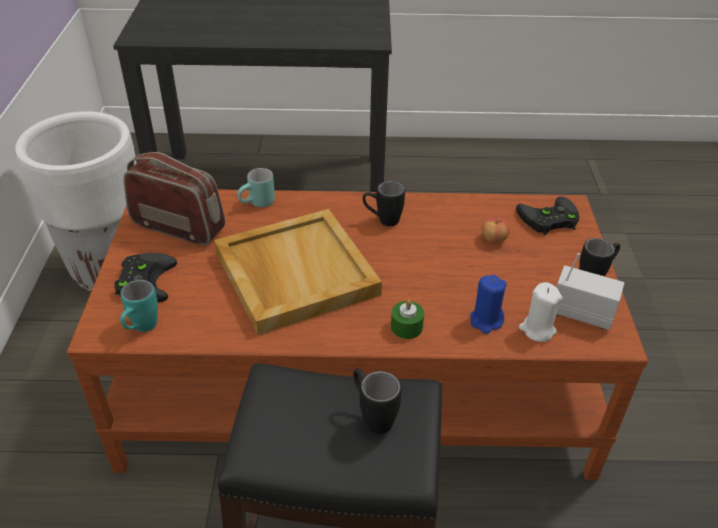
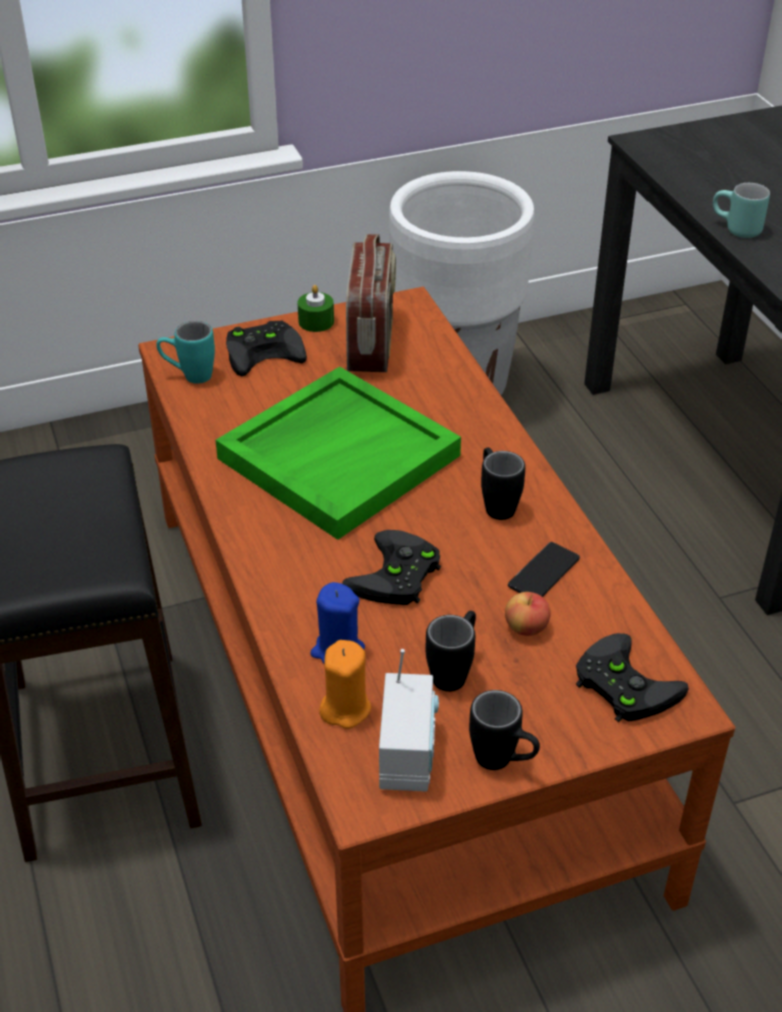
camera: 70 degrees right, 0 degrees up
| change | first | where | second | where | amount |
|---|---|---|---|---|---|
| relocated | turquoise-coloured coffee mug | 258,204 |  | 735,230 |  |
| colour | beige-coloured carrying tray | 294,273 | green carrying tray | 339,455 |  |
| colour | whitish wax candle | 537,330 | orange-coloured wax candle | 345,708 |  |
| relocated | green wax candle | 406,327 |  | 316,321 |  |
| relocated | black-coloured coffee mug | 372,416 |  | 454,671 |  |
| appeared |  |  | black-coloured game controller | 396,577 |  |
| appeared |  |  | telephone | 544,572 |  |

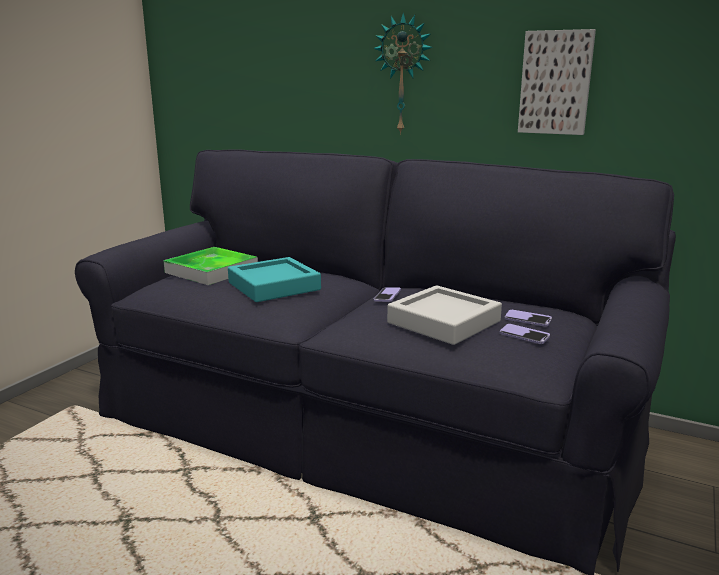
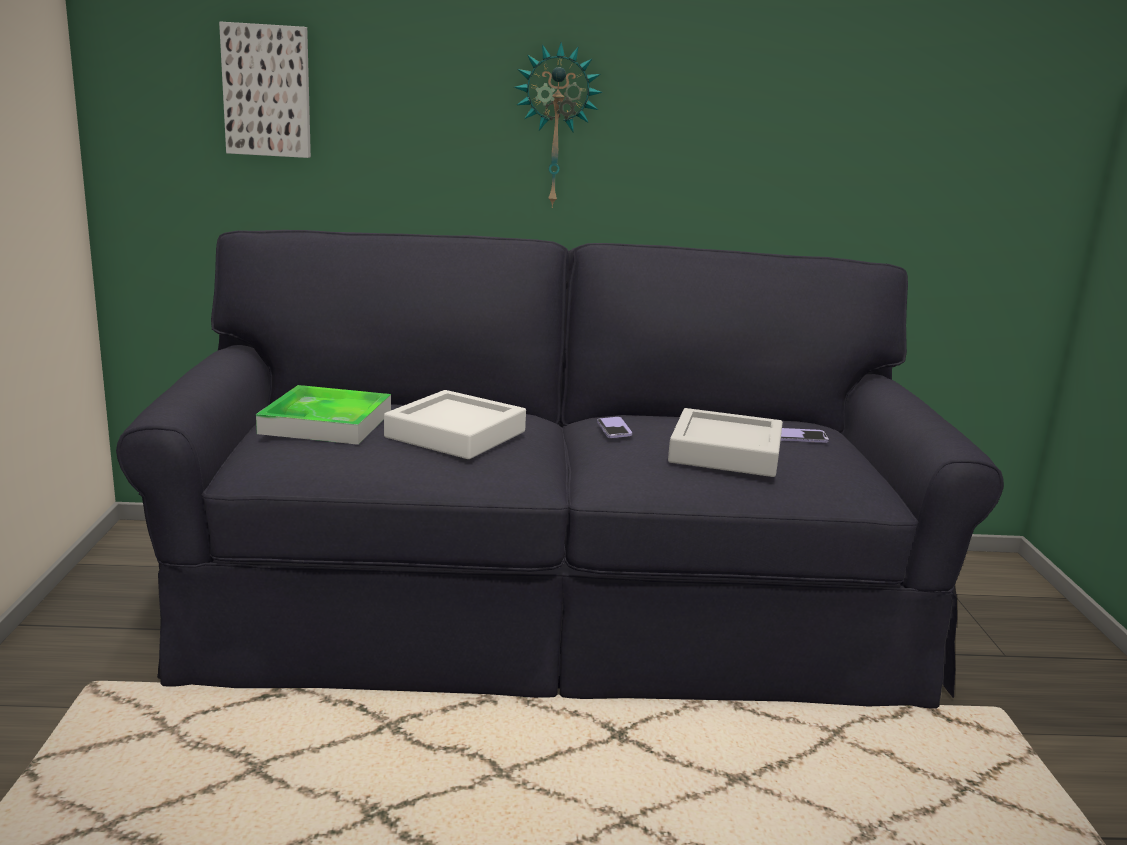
camera: 30 degrees left, 0 degrees up
| change | first | where | second | where | amount |
|---|---|---|---|---|---|
| relocated | picture | 556,83 |  | 267,91 |  |
| colour | turquoise-coloured carrying tray | 274,286 | whitish carrying tray | 455,434 |  |
| missing | telephone | 524,335 |  |  |  |

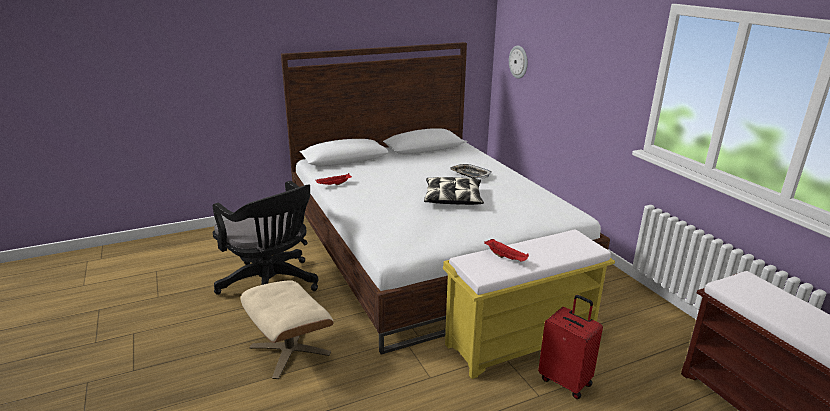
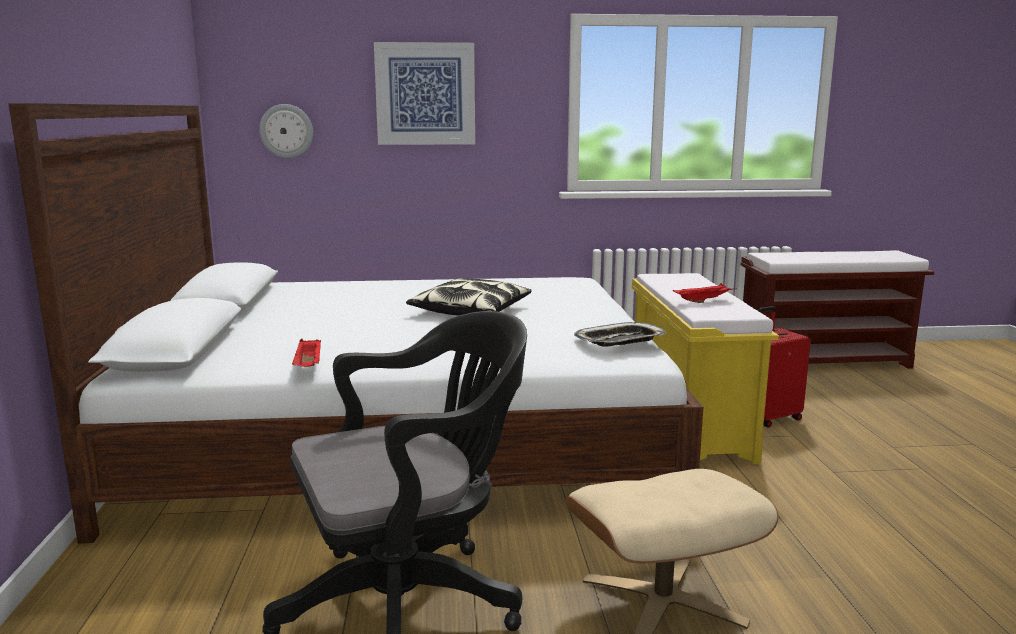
camera: 70 degrees left, 10 degrees down
| change | first | where | second | where | amount |
|---|---|---|---|---|---|
| relocated | carrying tray | 470,174 |  | 620,341 |  |
| appeared |  |  | picture | 425,94 |  |

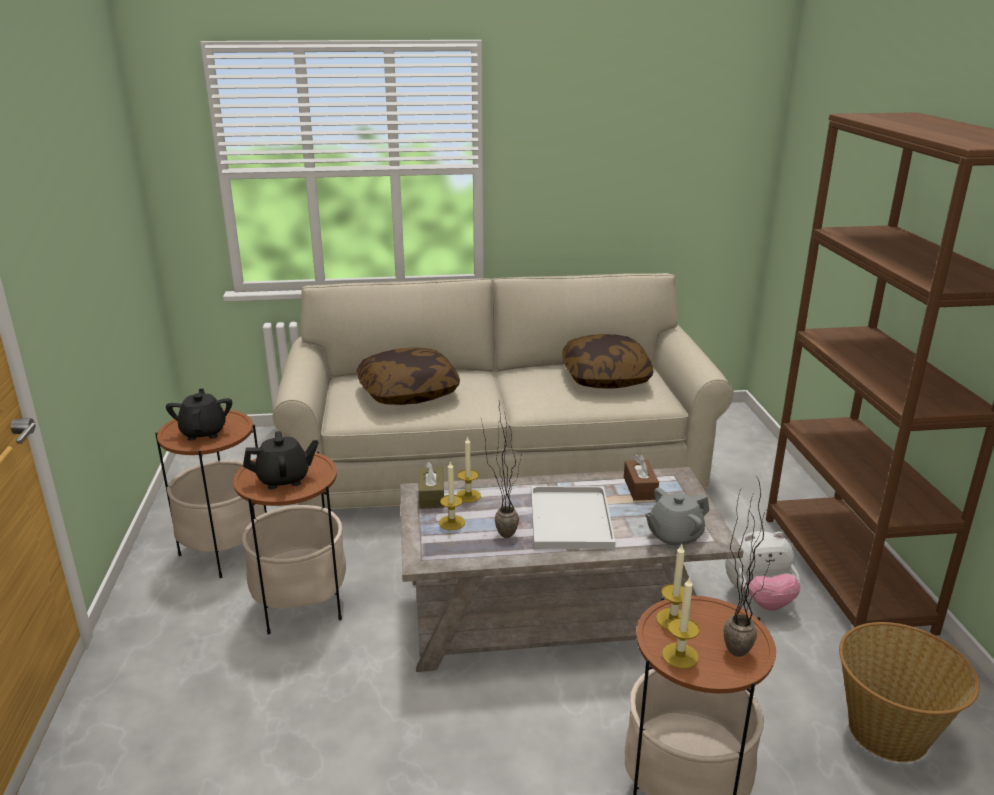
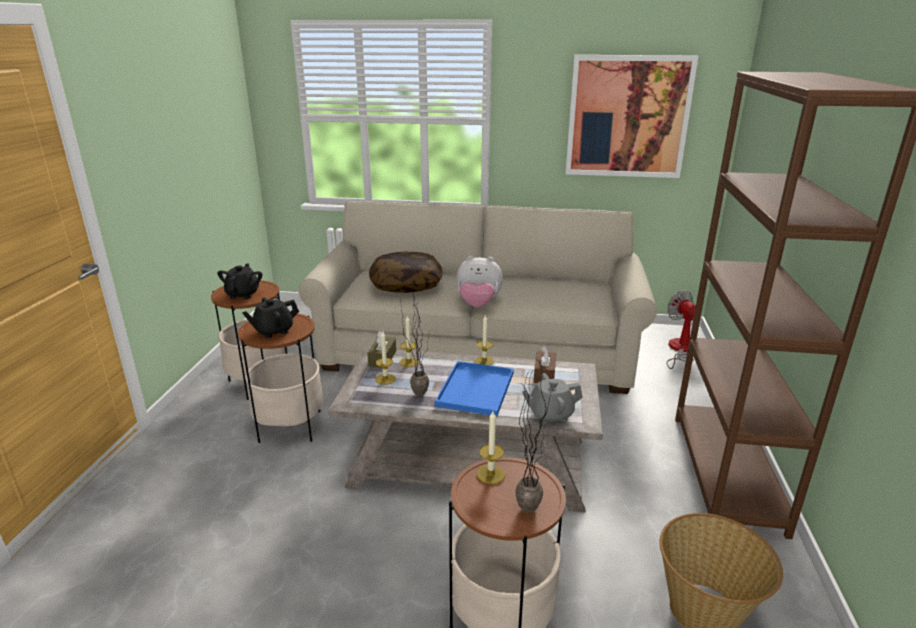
camera: 15 degrees right, 0 degrees up
| change | first | where | second | where | amount |
|---|---|---|---|---|---|
| missing | throw pillow | 605,378 |  |  |  |
| spun | black-coloured pot for tea | 284,479 |  | 273,331 | 150 degrees clockwise |
| colour | whitish carrying tray | 572,520 | blue-coloured carrying tray | 476,390 |  |
| relocated | plush toy | 759,599 |  | 478,304 |  |
| relocated | wax candle | 680,655 |  | 484,361 |  |
| appeared |  |  | picture | 627,117 |  |
| appeared |  |  | cooling fan | 680,350 |  |

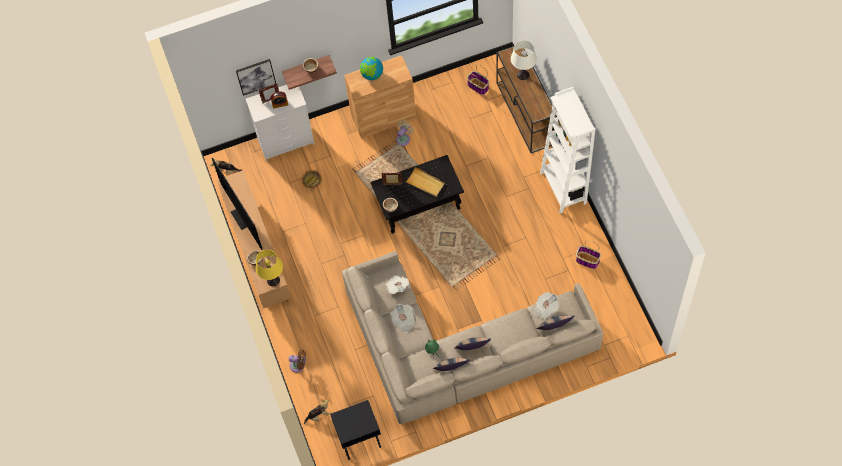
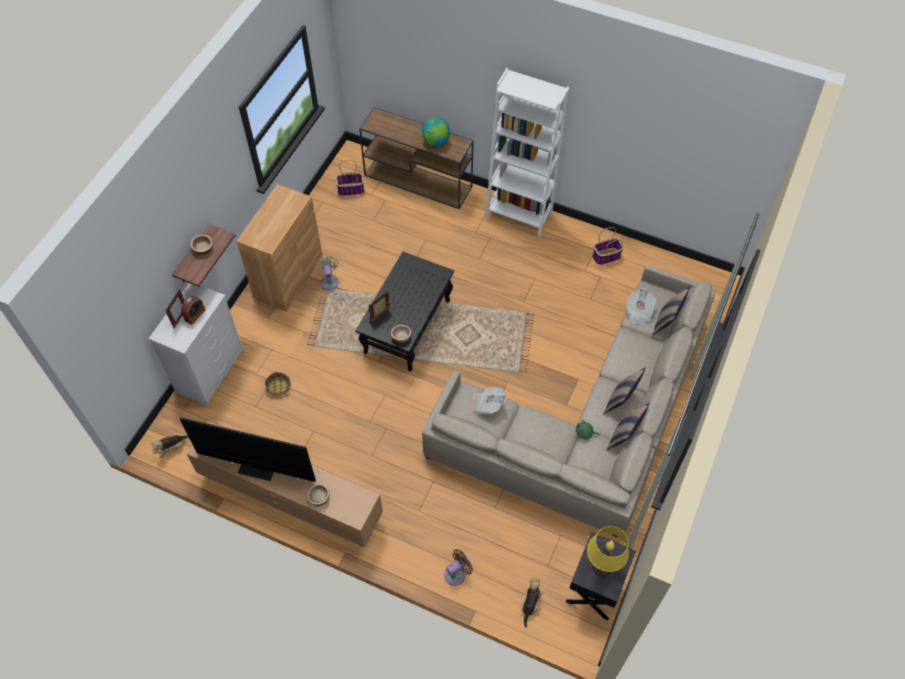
camera: 50 degrees left, 5 degrees down
| change | first | where | second | where | amount |
|---|---|---|---|---|---|
| missing | whitish tabletop lamp | 523,74 |  |  |  |
| relocated | globe | 372,74 |  | 436,141 |  |
| missing | picture | 256,76 |  |  |  |
| missing | beige-coloured carrying tray | 425,183 |  |  |  |
| relocated | yellow-coloured tabletop lamp | 273,280 |  | 601,567 |  |
| missing | printed paper | 404,321 |  |  |  |

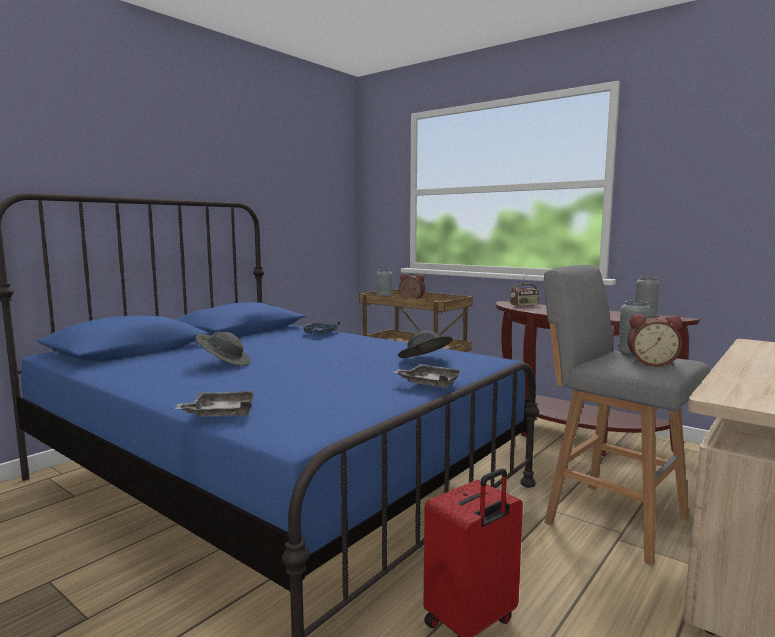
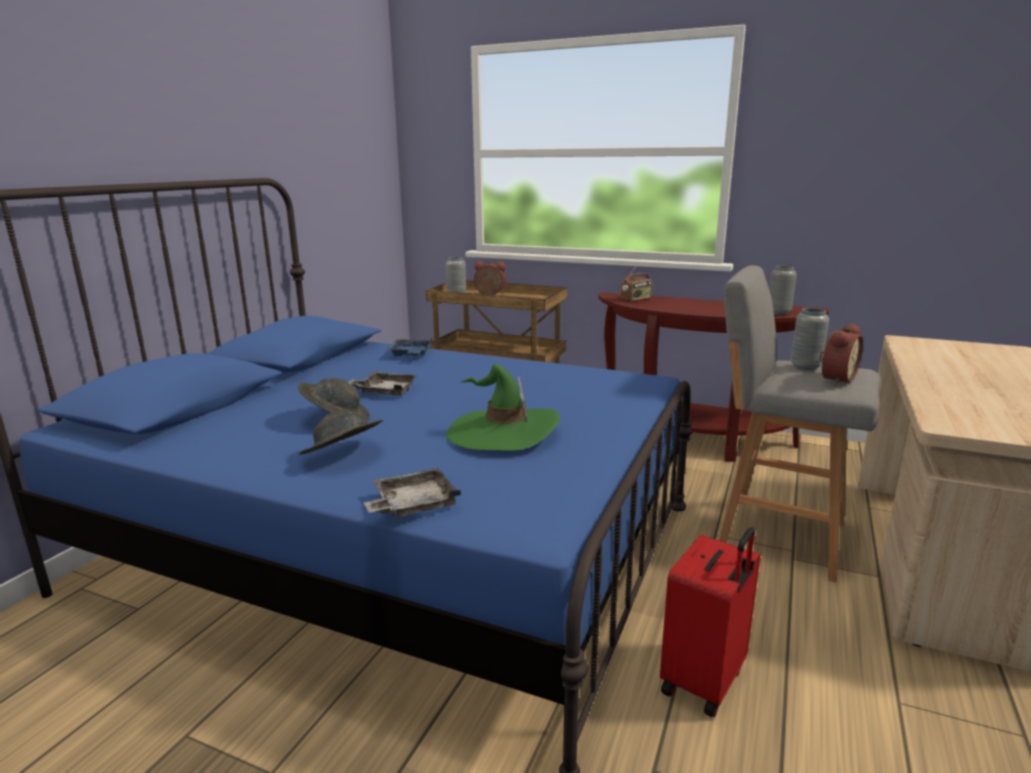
camera: 15 degrees left, 10 degrees up
| change | first | where | second | where | amount |
|---|---|---|---|---|---|
| spun | bedside clock | 651,363 |  | 835,379 | 45 degrees counterclockwise |
| relocated | gray hat | 424,361 |  | 343,457 |  |
| relocated | gray carrying tray | 429,383 |  | 385,391 |  |
| appeared |  |  | green hat | 502,433 |  |

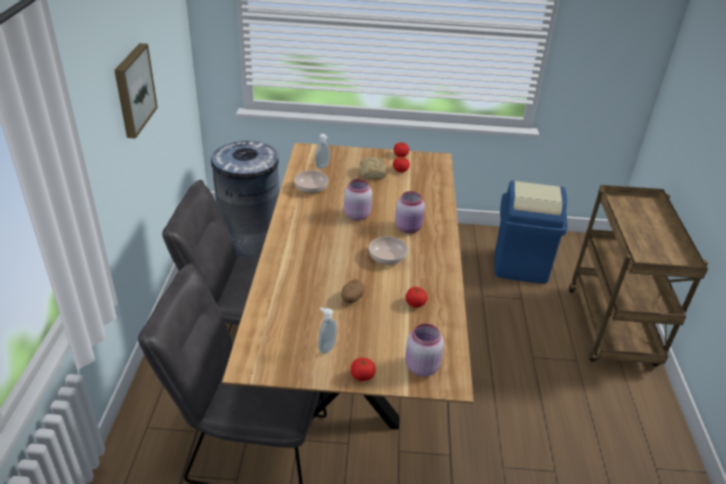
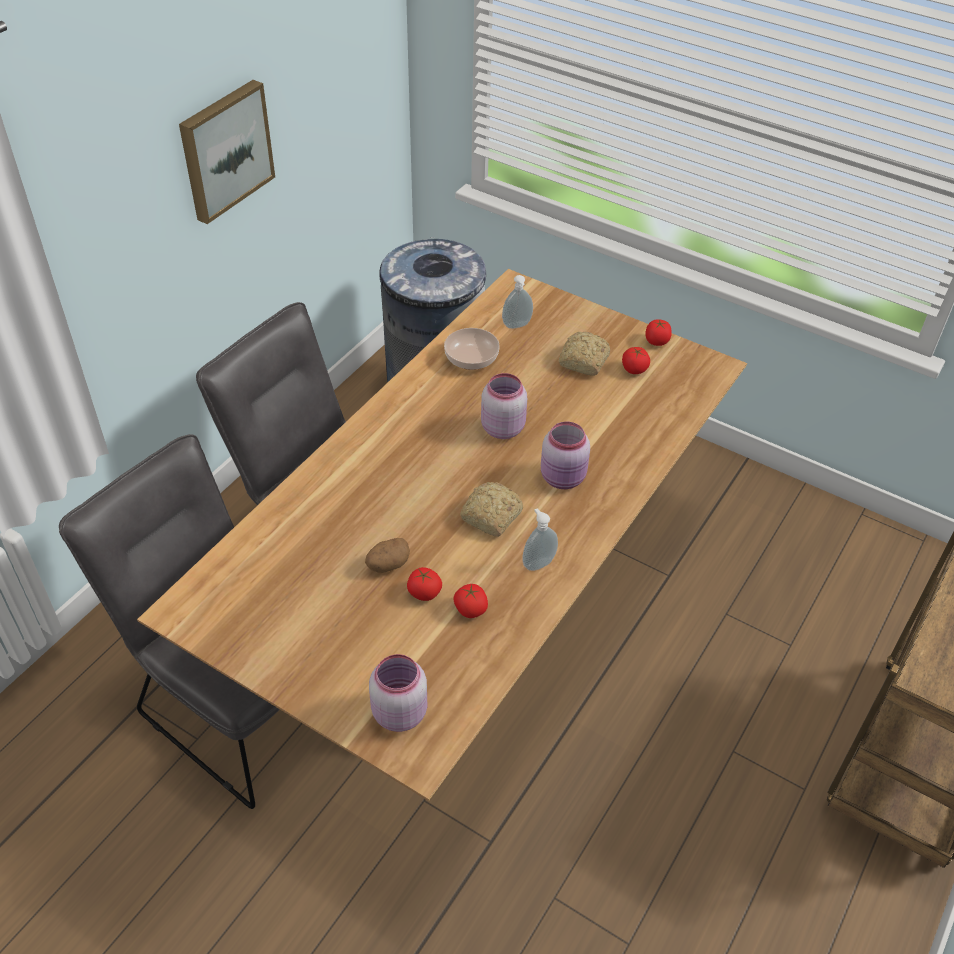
camera: 30 degrees right, 10 degrees up
| change | first | where | second | where | amount |
|---|---|---|---|---|---|
| missing | blue-coloured waste bin | 520,266 |  |  |  |
| exchanged | deep dish | 387,257 | baked bread | 490,517 |  |
| relocated | liquid soap bottle | 326,347 |  | 537,563 |  |
| relocated | fresh tomato | 362,376 |  | 424,593 |  |

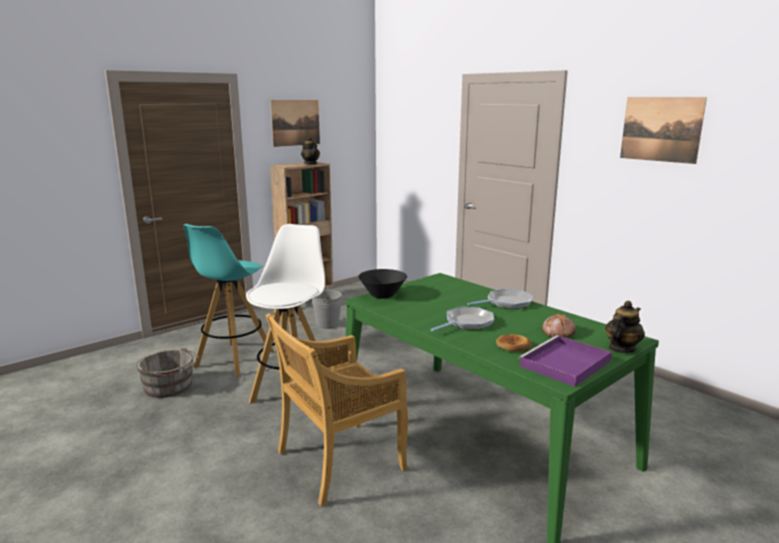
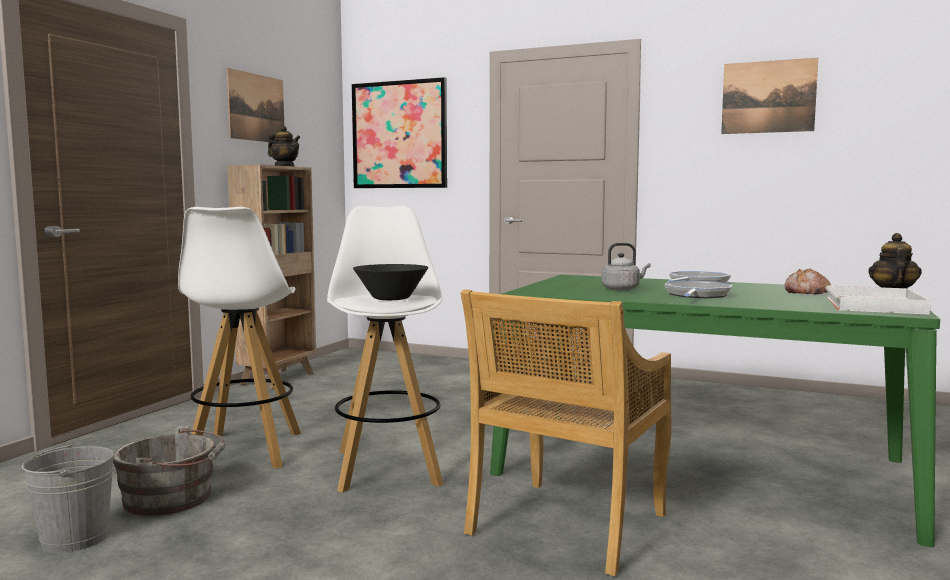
camera: 25 degrees left, 10 degrees down
| change | first | where | second | where | amount |
|---|---|---|---|---|---|
| colour | turquoise-coloured stool | 233,359 | whitish stool | 244,451 |  |
| relocated | black-coloured deep dish | 382,295 |  | 391,298 |  |
| relocated | gray water bucket | 327,324 |  | 75,538 |  |
| missing | baked bread | 513,346 |  |  |  |
| colour | purple carrying tray | 564,364 | whitish carrying tray | 875,305 |  |
| appeared |  |  | picture | 399,135 |  |
| appeared |  |  | gray tea kettle | 622,289 |  |

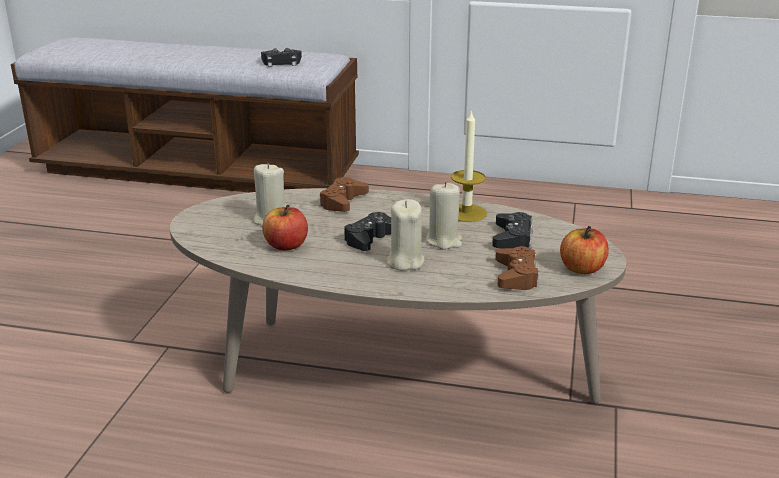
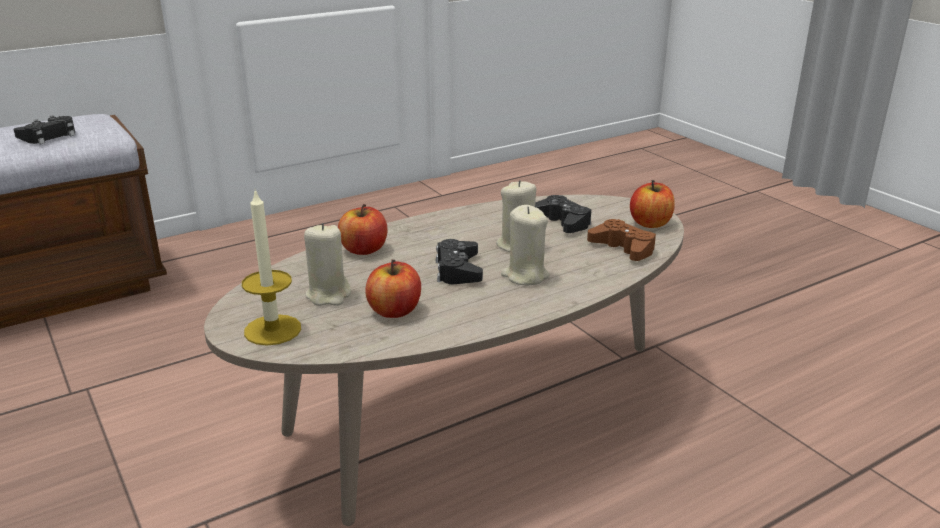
camera: 45 degrees left, 0 degrees up
| change | first | where | second | where | amount |
|---|---|---|---|---|---|
| relocated | wax candle | 466,213 |  | 272,330 |  |
| exchanged | brown game controller | 343,201 | apple fruit | 364,249 |  |

